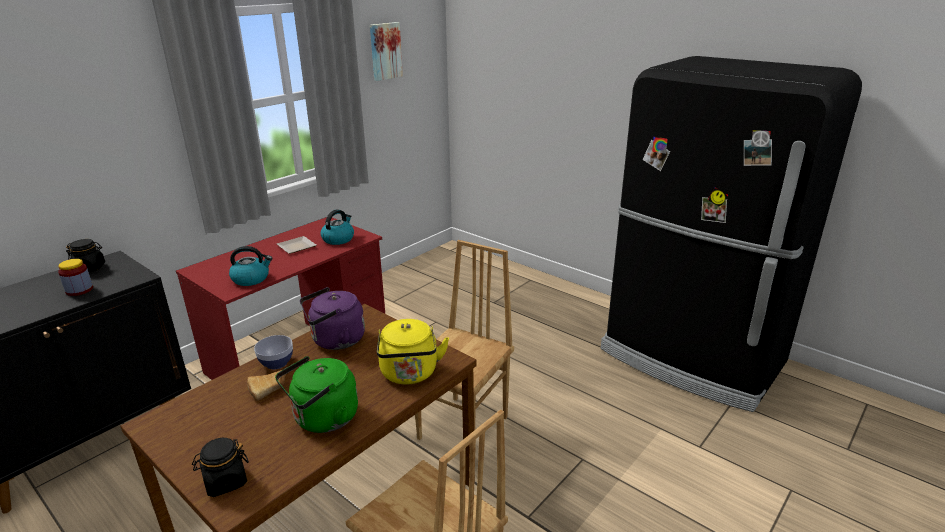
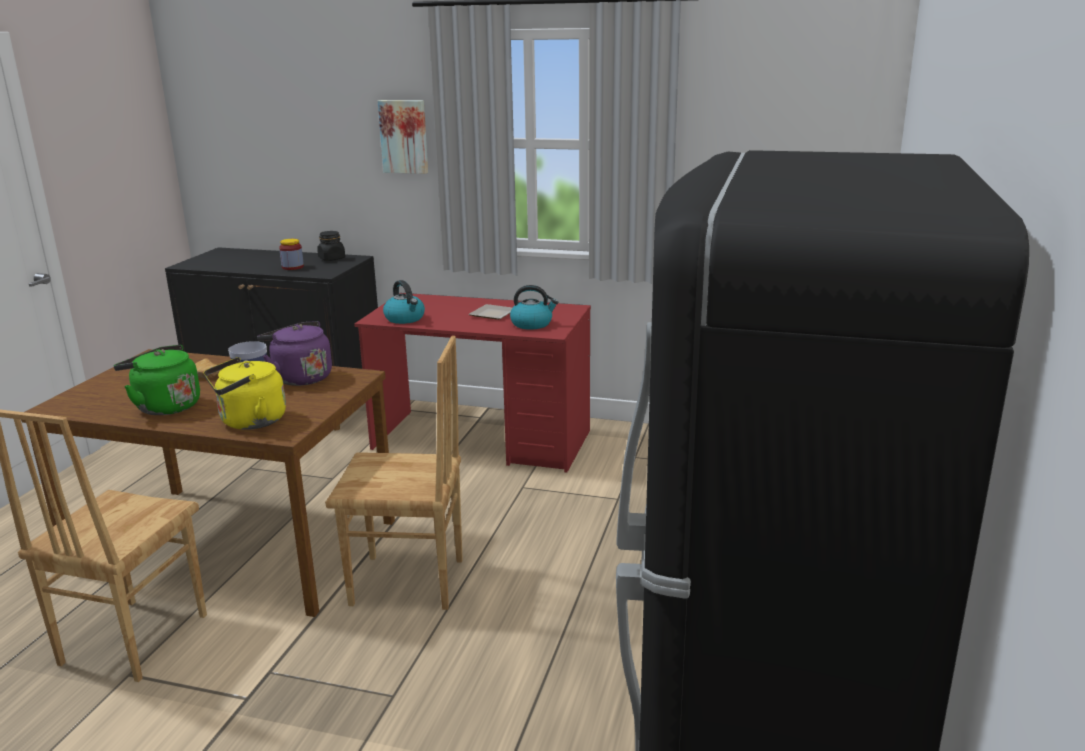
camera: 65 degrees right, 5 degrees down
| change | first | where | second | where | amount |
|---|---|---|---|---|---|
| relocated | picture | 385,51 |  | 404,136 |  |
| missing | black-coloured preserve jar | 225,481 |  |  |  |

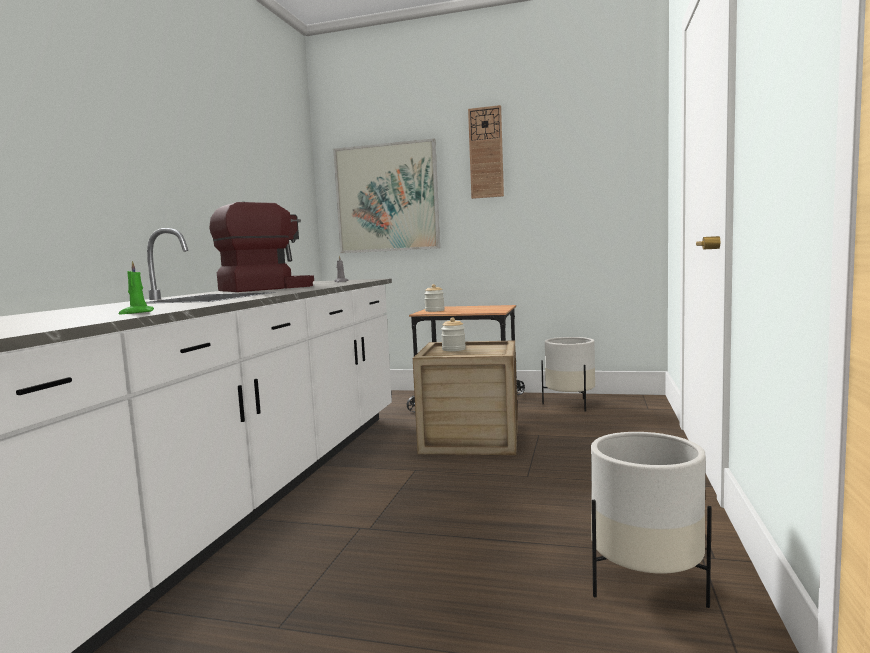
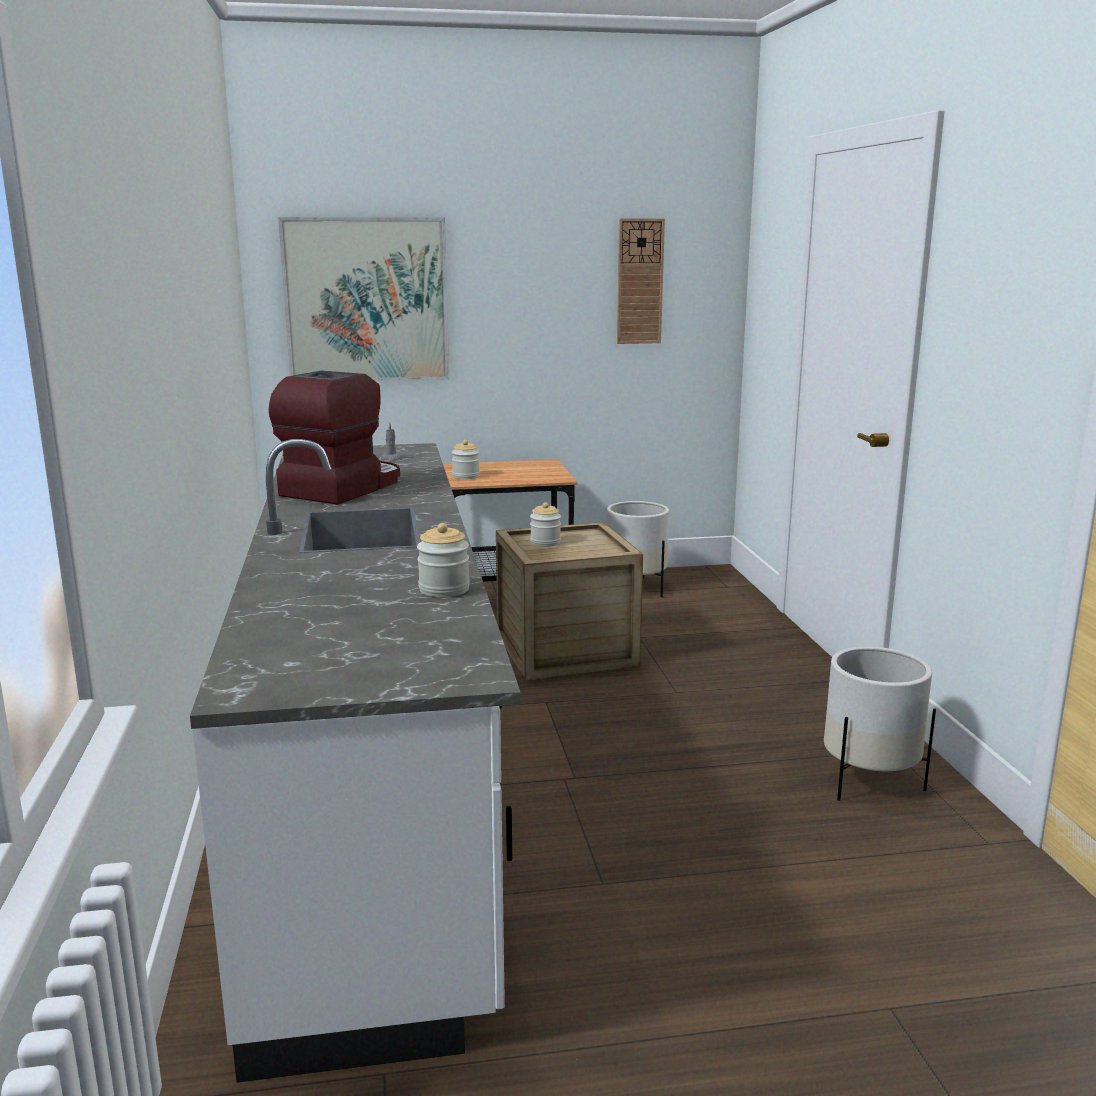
camera: 25 degrees left, 10 degrees up
| change | first | where | second | where | amount |
|---|---|---|---|---|---|
| relocated | hanging clock | 486,153 |  | 640,281 |  |
| exchanged | green wax candle | 136,313 | preserve jar | 444,589 |  |

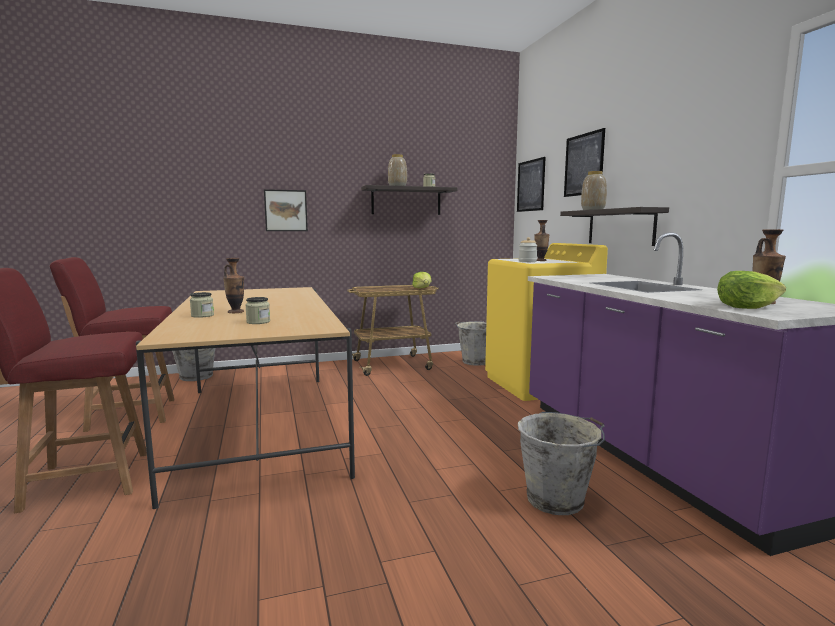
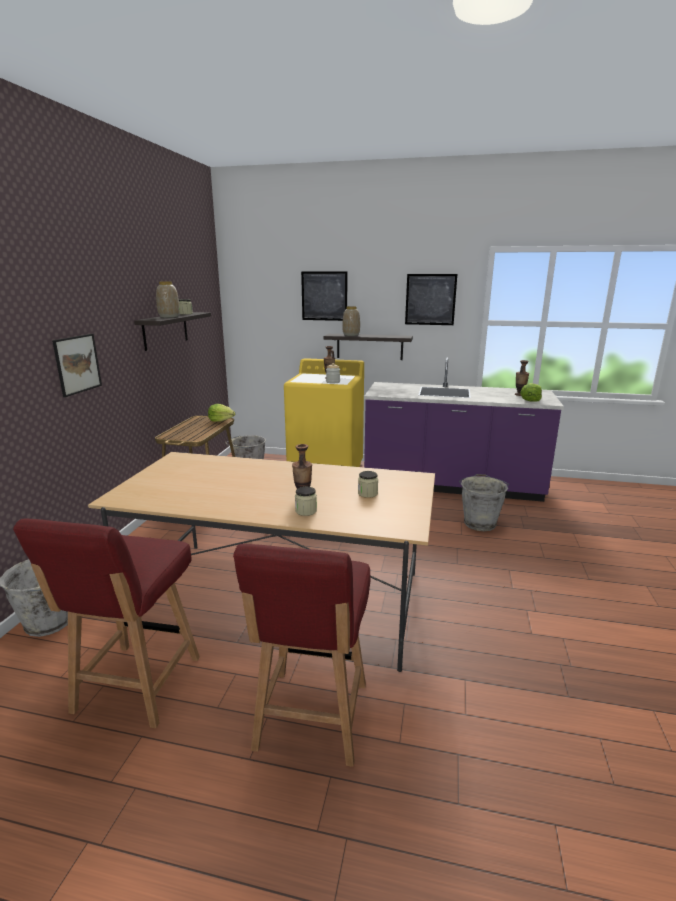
camera: 60 degrees left, 10 degrees up
| change | first | where | second | where | amount |
|---|---|---|---|---|---|
| relocated | picture | 530,185 |  | 430,299 |  |

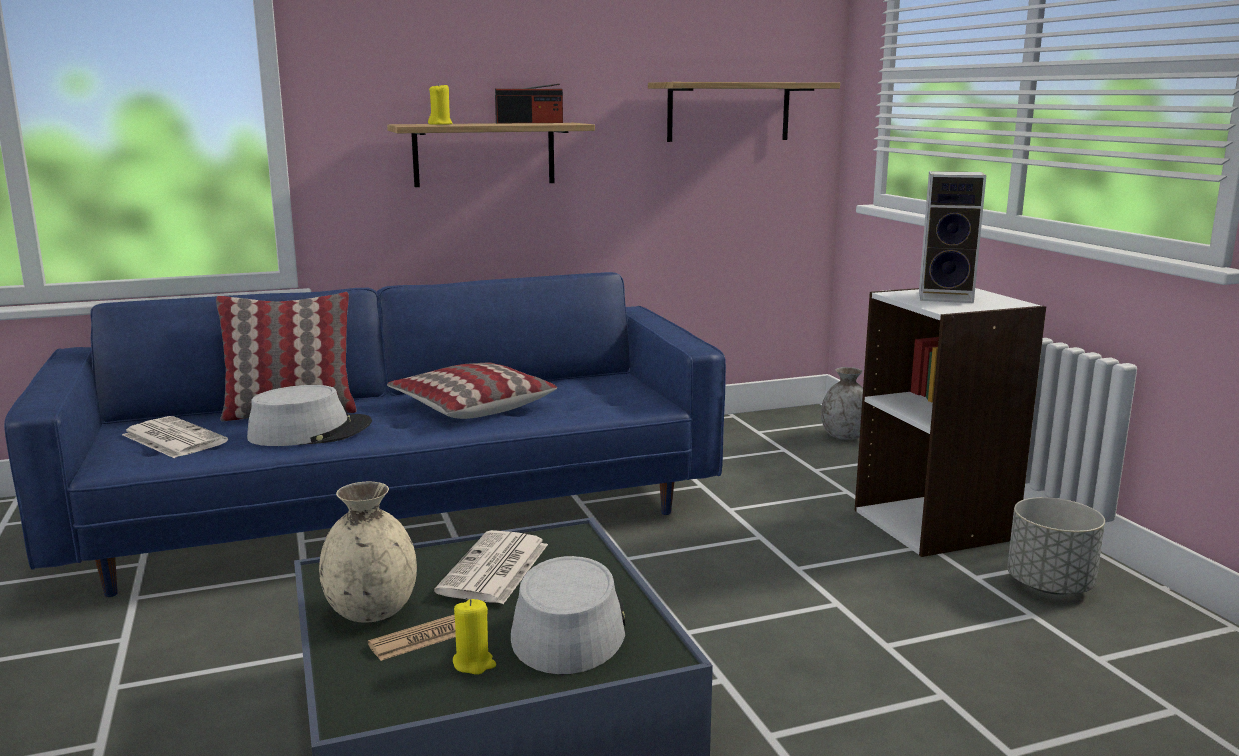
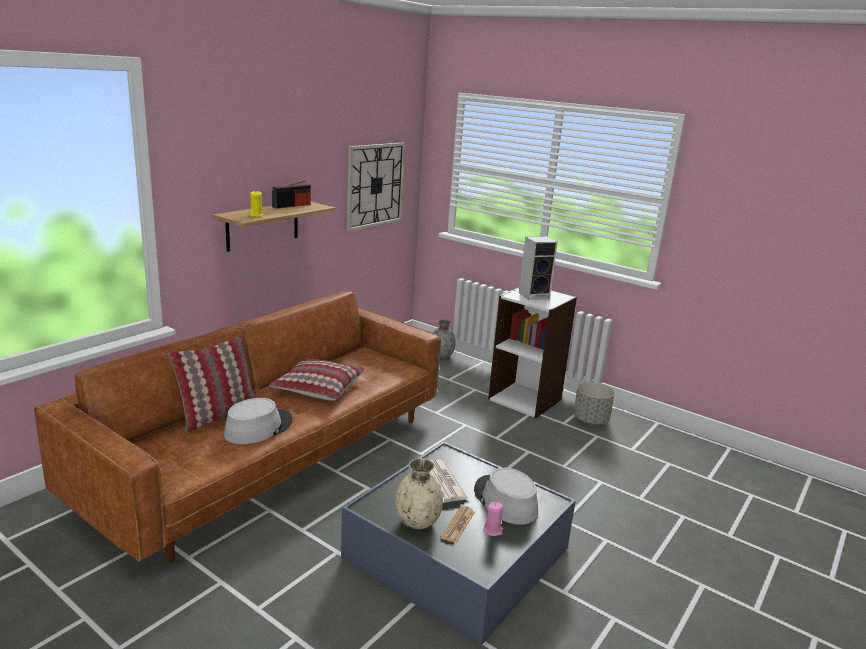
camera: 35 degrees left, 5 degrees up
| change | first | where | second | where | amount |
|---|---|---|---|---|---|
| exchanged | shelf | 728,112 | hanging clock | 375,185 |  |
| colour | blue-coloured settee | 399,511 | brown settee | 271,456 |  |
| missing | printed paper | 172,438 |  |  |  |
| colour | yellow-coloured wax candle | 474,663 | pink-coloured wax candle | 493,530 |  |

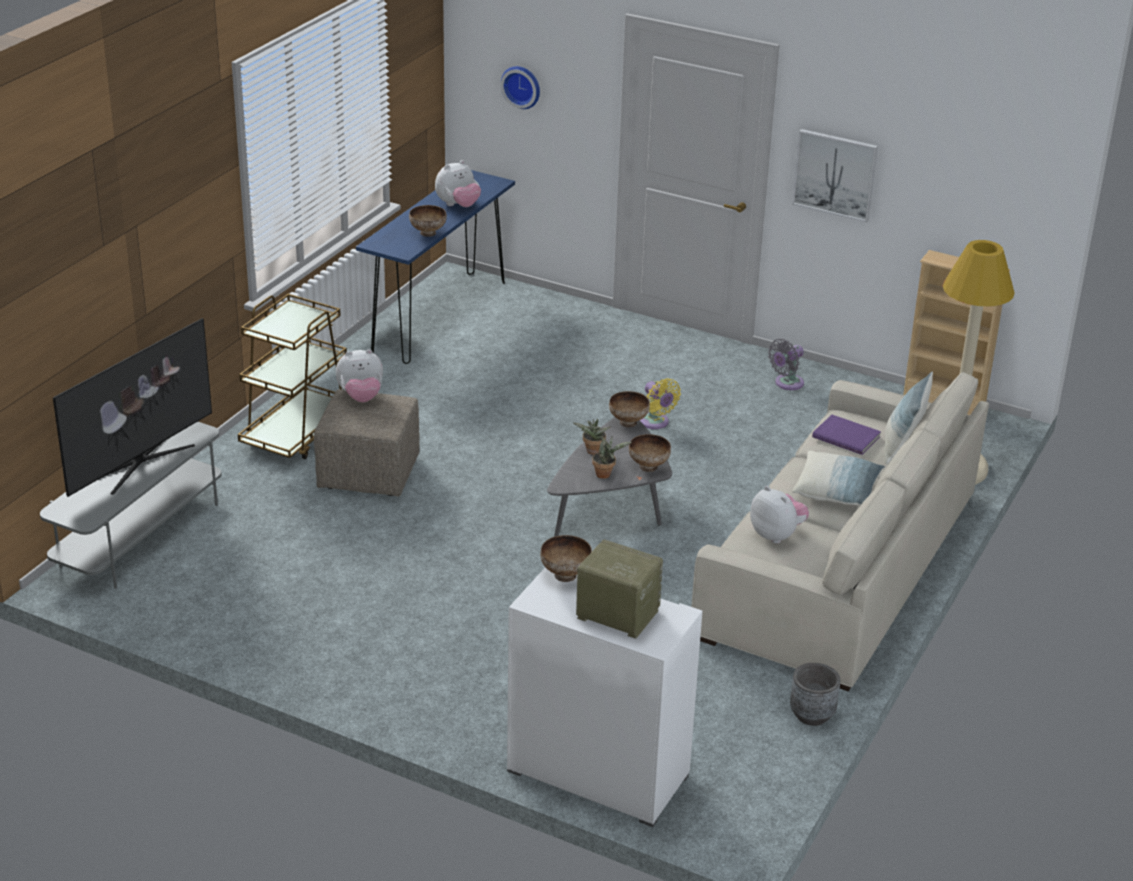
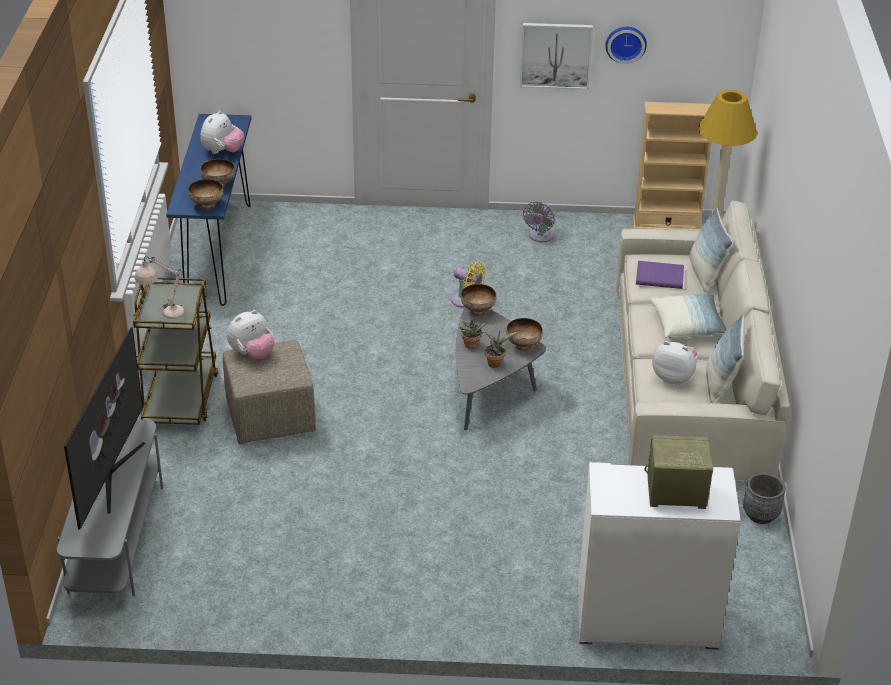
camera: 25 degrees left, 5 degrees up
| change | first | where | second | where | amount |
|---|---|---|---|---|---|
| relocated | hanging clock | 522,86 |  | 625,43 |  |
| relocated | deep dish | 566,575 |  | 207,205 |  |
| appeared |  |  | beige-coloured tabletop lamp | 163,316 |  |
| appeared |  |  | throw pillow | 720,383 |  |

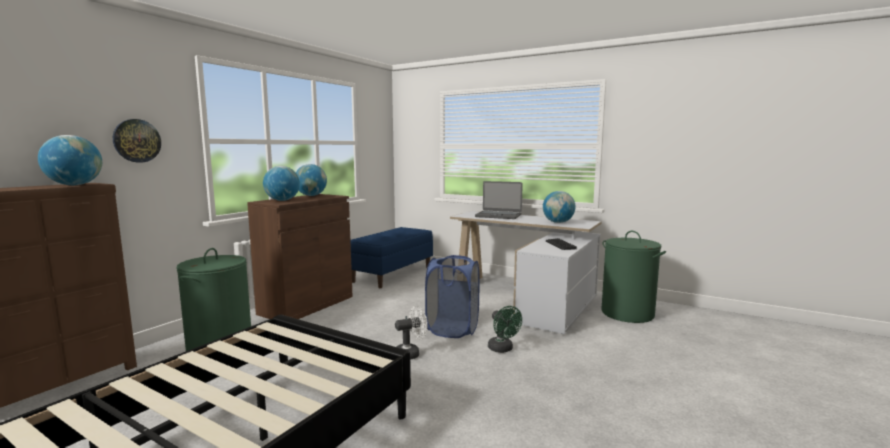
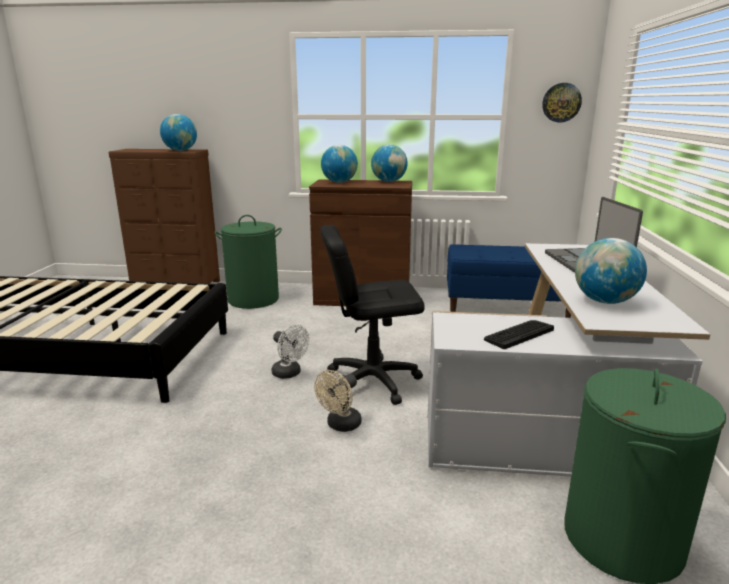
camera: 65 degrees right, 10 degrees up
| change | first | where | second | where | amount |
|---|---|---|---|---|---|
| relocated | hanging clock | 137,140 |  | 561,102 |  |
| exchanged | blue-coloured washing basket | 452,329 | black-coloured desk chair | 372,381 |  |
| colour | green cooling fan | 503,349 | beige-coloured cooling fan | 340,425 |  |

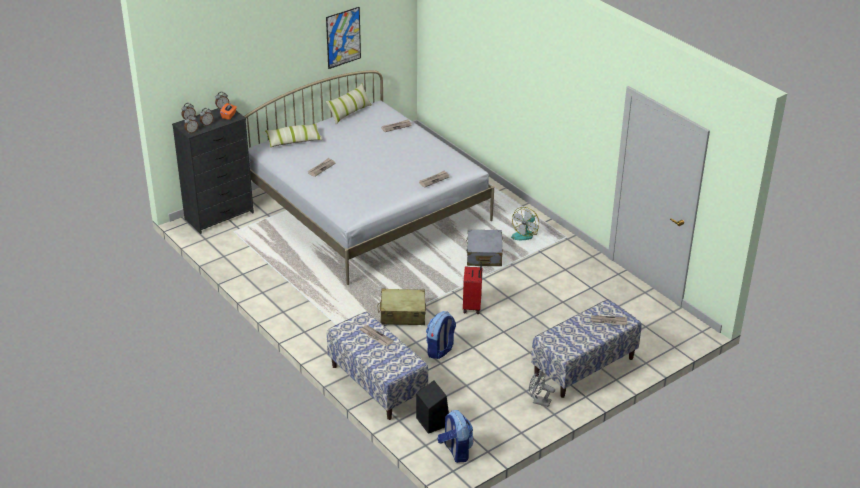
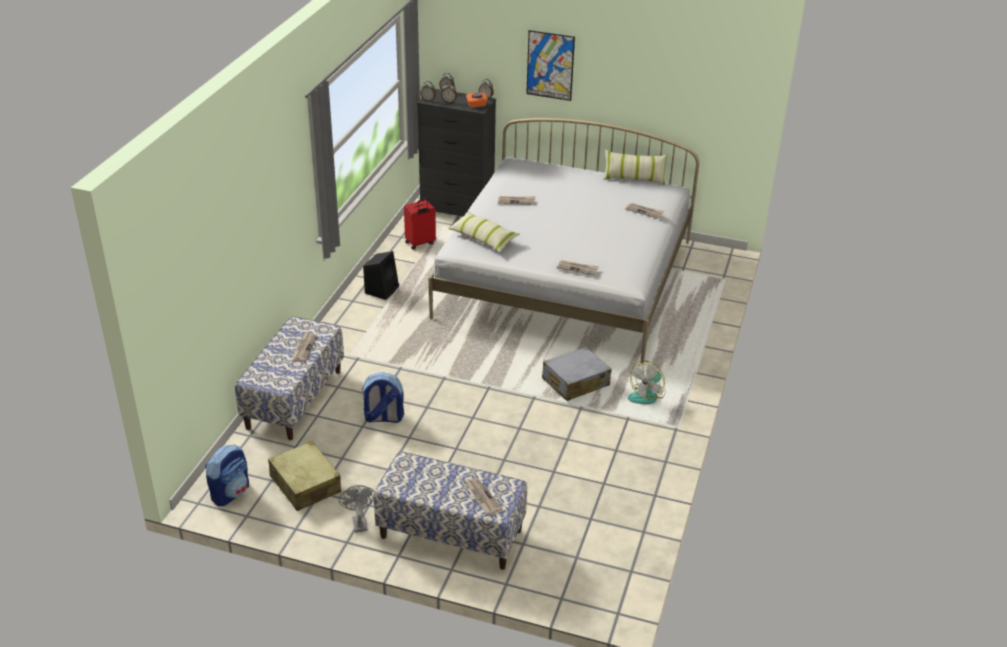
camera: 55 degrees right, 0 degrees up
| change | first | where | second | where | amount |
|---|---|---|---|---|---|
| relocated | picture | 343,37 |  | 550,65 |  |
| relocated | throw pillow | 294,140 |  | 483,238 |  |
| spun | cooling fan | 525,234 |  | 647,395 | 45 degrees counterclockwise |
| relocated | red-coloured piece of luggage | 472,306 |  | 420,243 |  |
| relocated | beige-coloured piece of luggage | 402,314 |  | 305,484 |  |
| relocated | black-coloured loudspeaker | 432,421 |  | 382,290 |  |

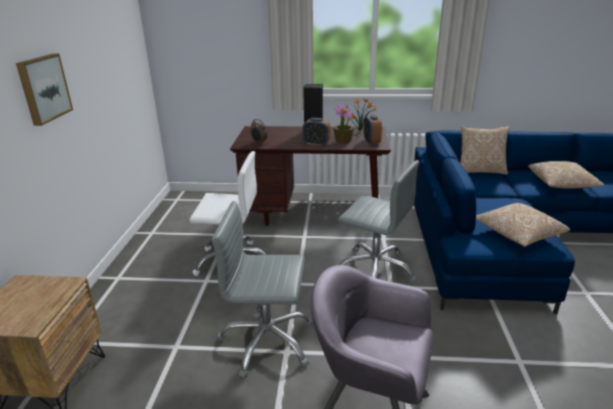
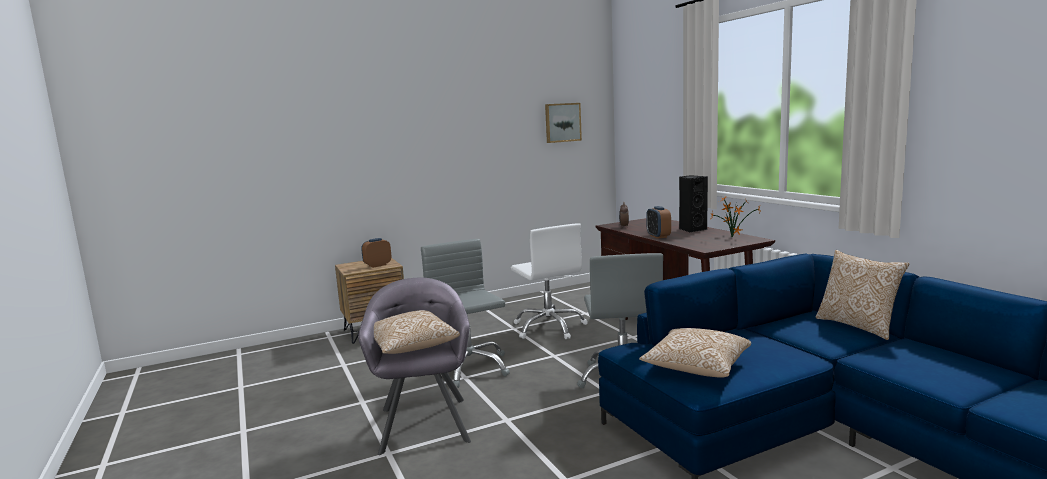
camera: 60 degrees right, 15 degrees down
| change | first | where | second | where | amount |
|---|---|---|---|---|---|
| relocated | picture | 43,88 |  | 562,122 |  |
| missing | potted plant | 343,141 |  |  |  |
| relocated | bedside clock | 371,142 |  | 377,265 |  |
| relocated | throw pillow | 561,185 |  | 410,346 |  |

